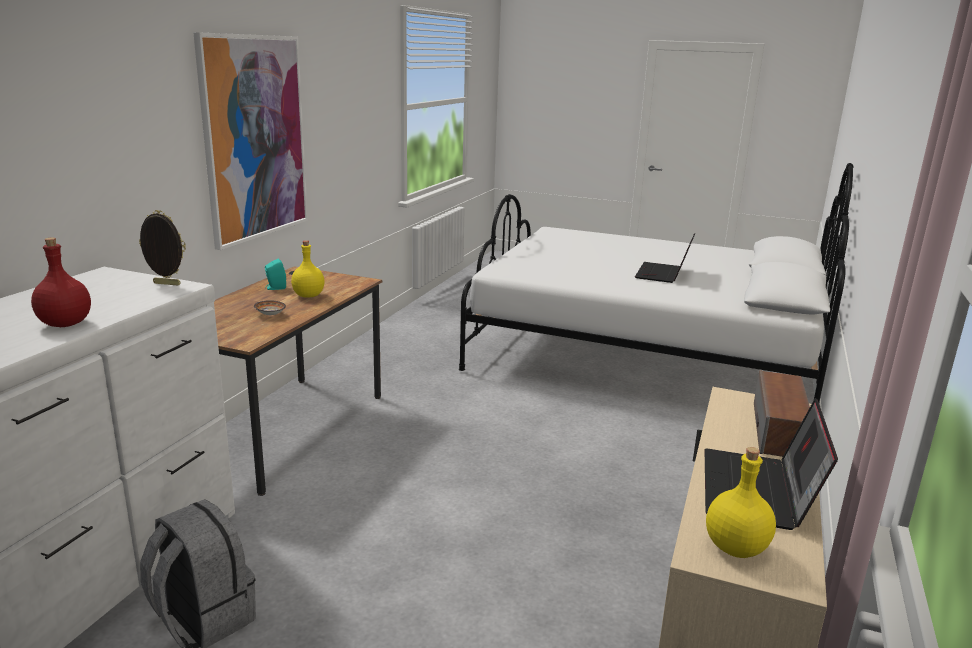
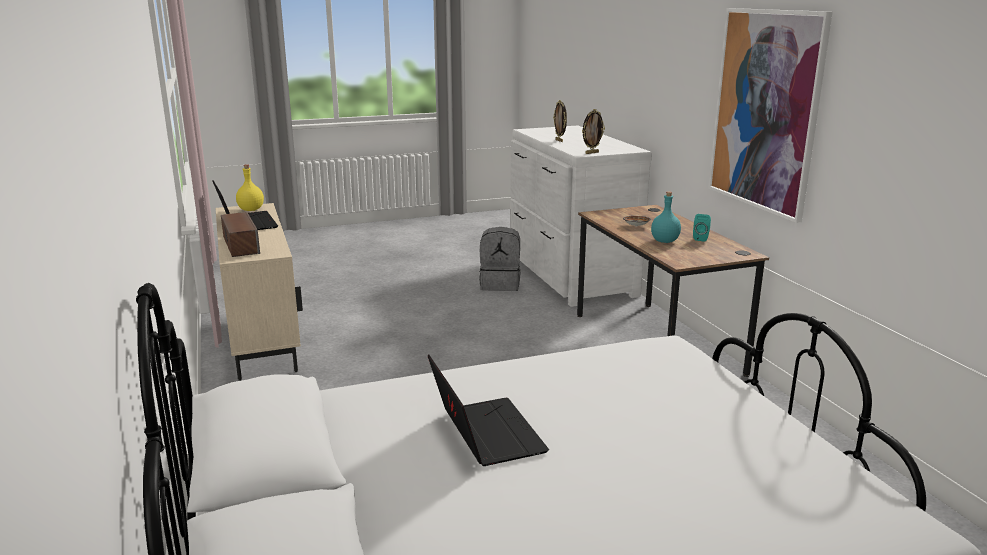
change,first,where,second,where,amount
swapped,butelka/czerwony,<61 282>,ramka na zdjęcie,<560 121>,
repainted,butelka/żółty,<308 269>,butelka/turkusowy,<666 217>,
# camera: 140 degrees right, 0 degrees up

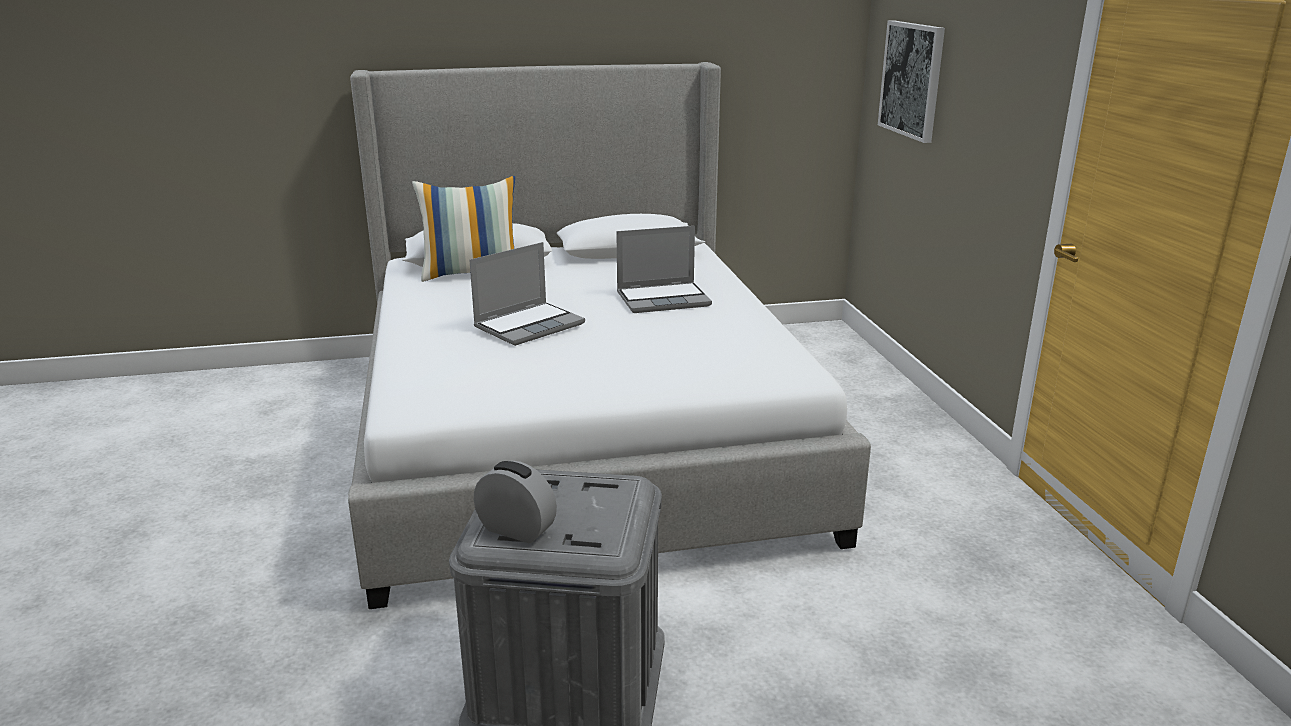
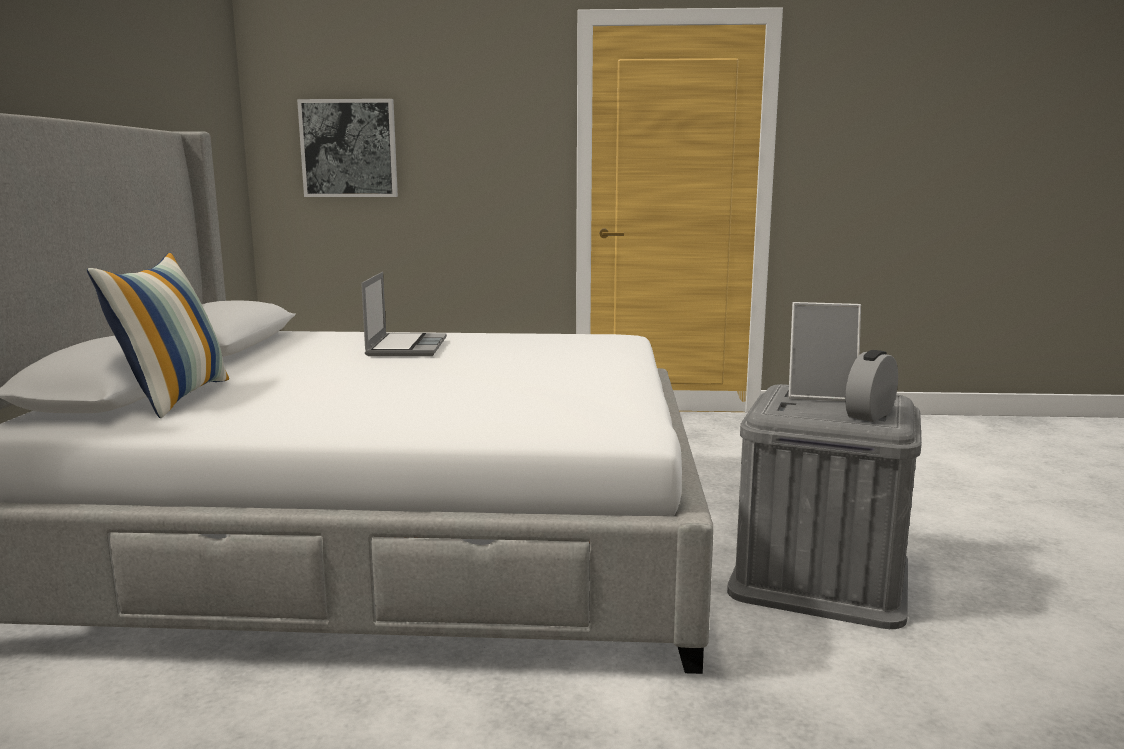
change,first,where,second,where,amount
new,,,ramka na zdjęcie,<824 351>,
gone,laptop,<527 294>,,,
# camera: 75 degrees left, 10 degrees down

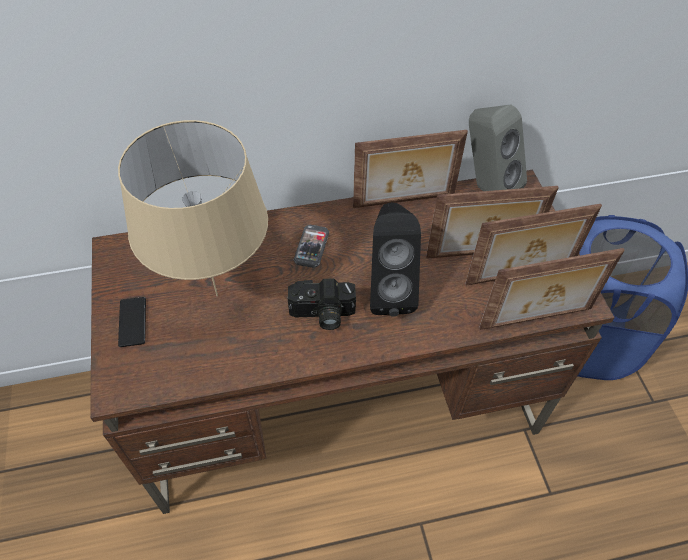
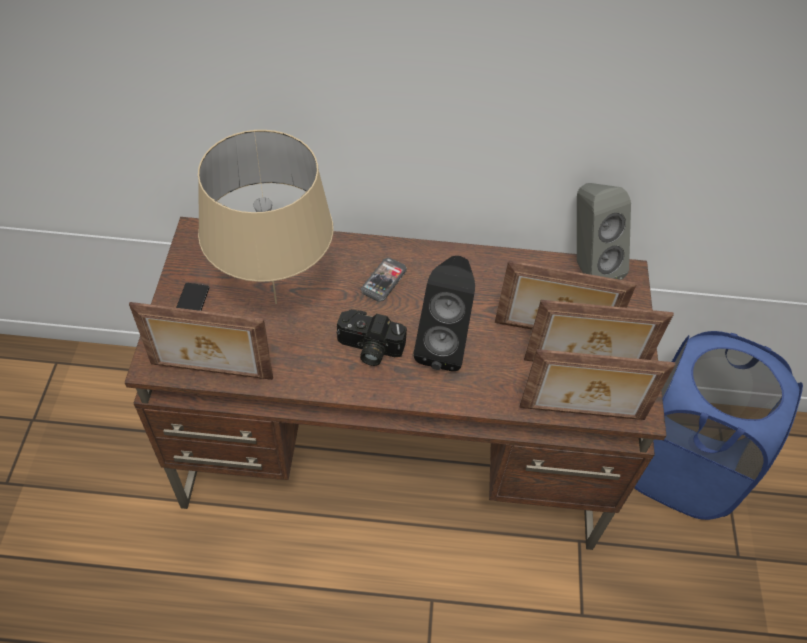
change,first,where,second,where,amount
shifted,ramka na zdjęcie,<410 169>,,<201 341>,
# camera: 15 degrees right, 0 degrees up

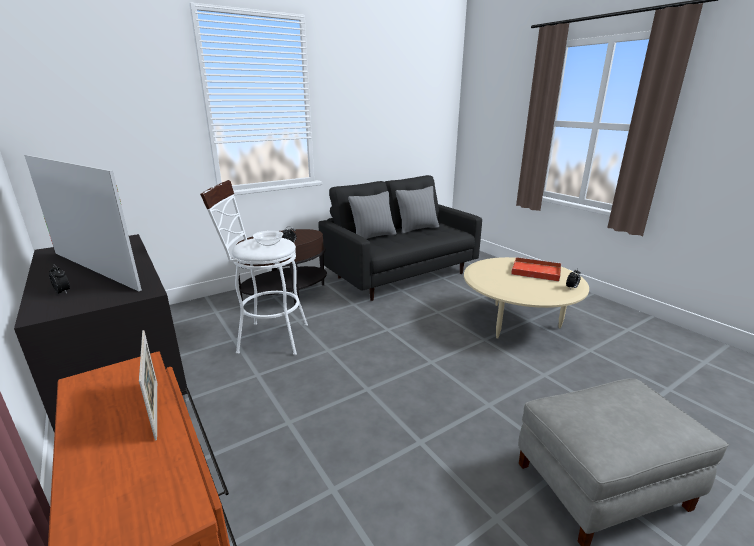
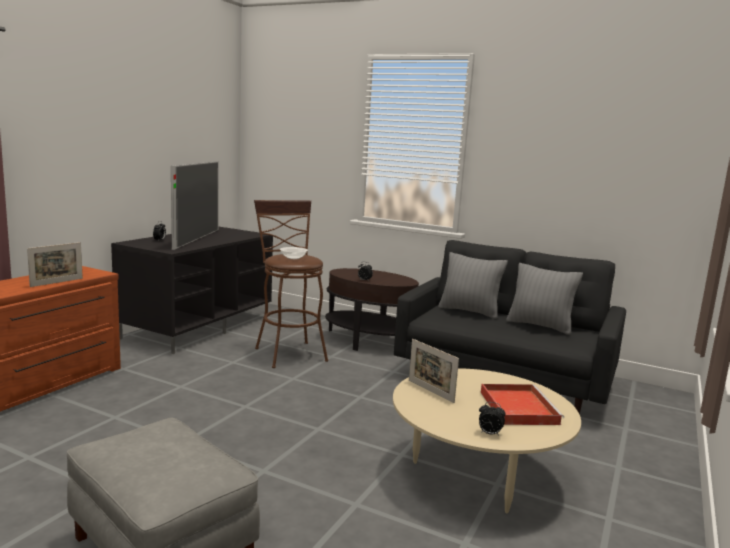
change,first,where,second,where,amount
repainted,stołek/biały,<254 267>,stołek/brązowy,<291 284>,
new,,,ramka na zdjęcie,<434 371>,
# camera: 60 degrees right, 10 degrees down

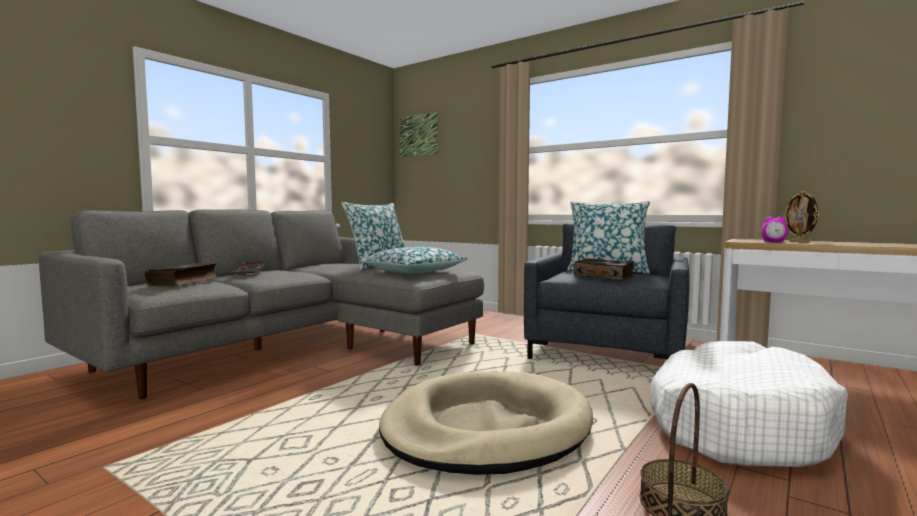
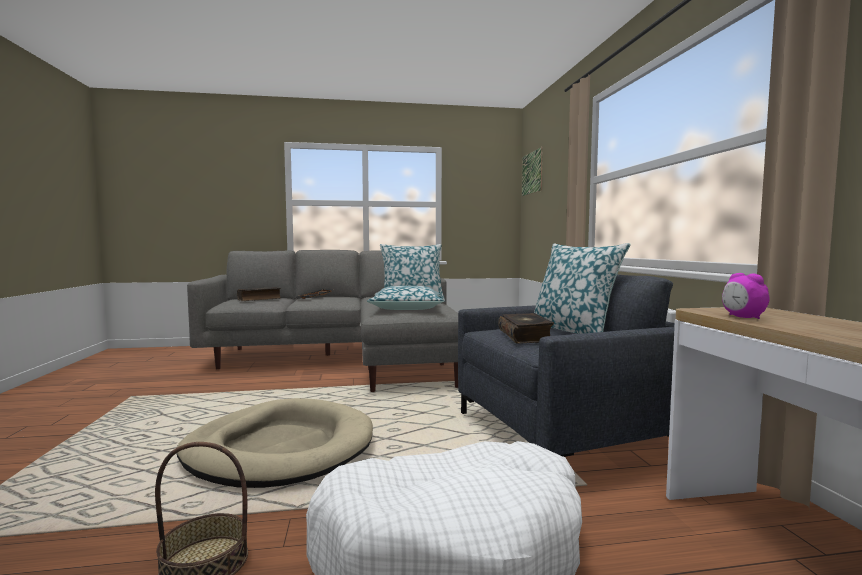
change,first,where,second,where,amount
gone,ramka na zdjęcie,<801 217>,,,
# camera: 45 degrees right, 0 degrees up

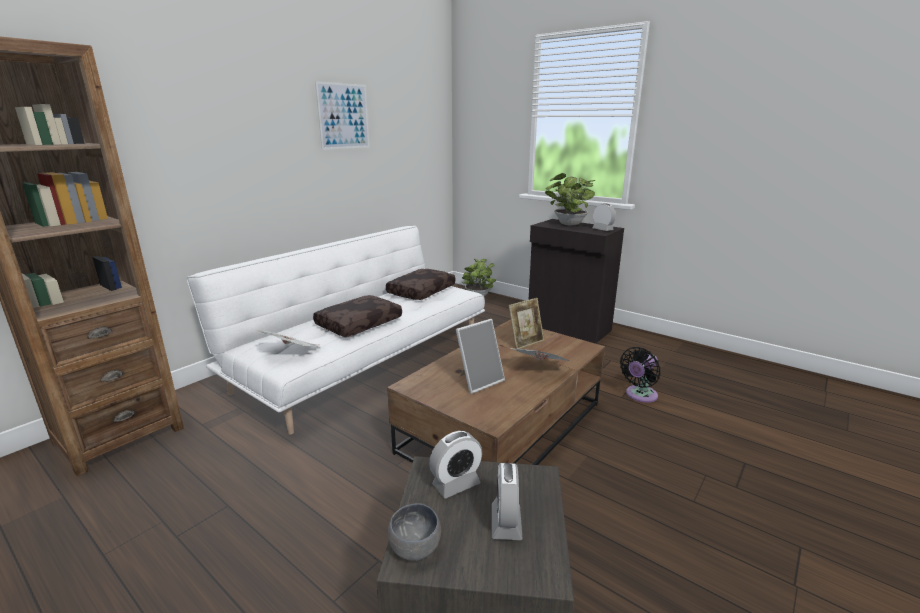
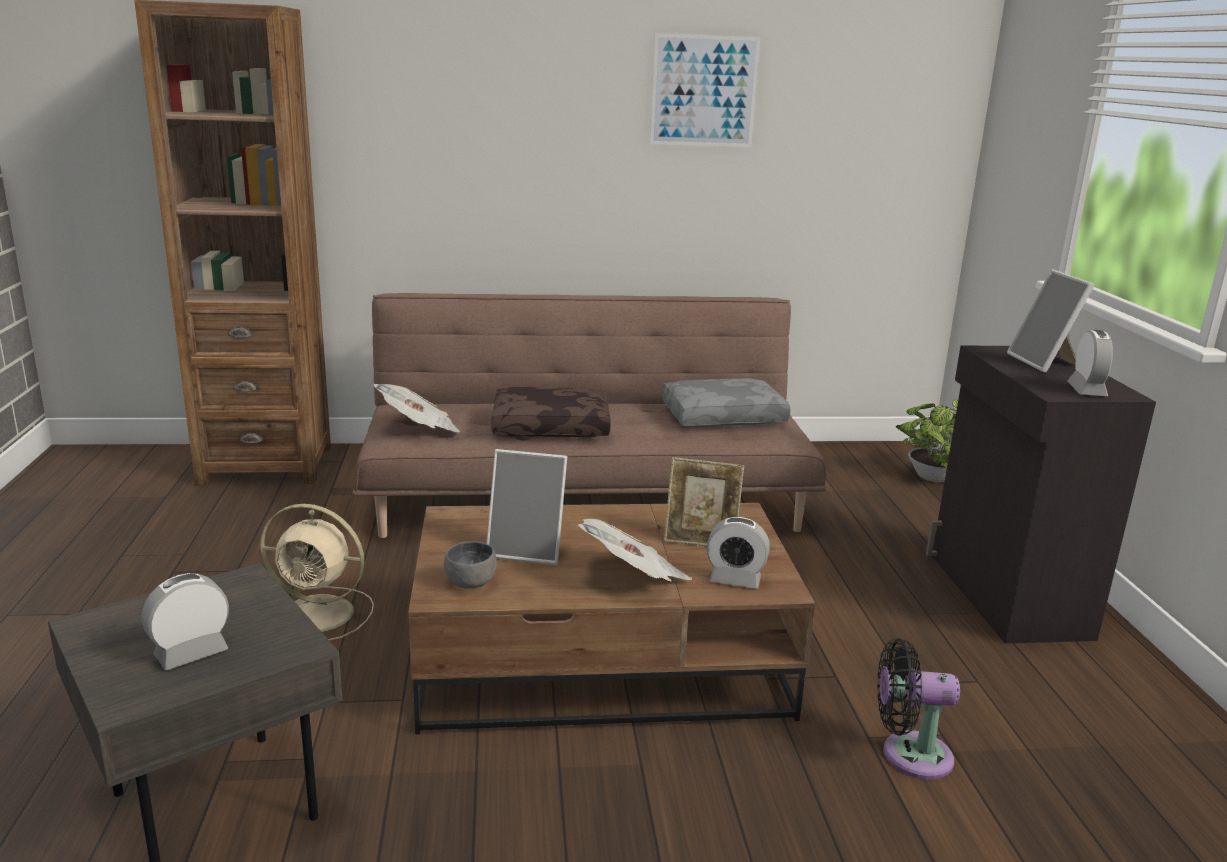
change,first,where,second,where,amount
new,,,wentylator/beżowy,<317 572>,
repainted,kanapa/biały,<336 330>,kanapa/brązowy,<589 415>,
shifted,miska/szary,<414 532>,,<470 565>,
repainted,poduszka/brązowy,<420 284>,poduszka/szary,<726 402>,
shifted,budzik,<455 464>,,<738 553>,
swapped,roślina doniczkowa,<570 199>,ramka na zdjęcie,<1050 321>,
# camera: 45 degrees right, 0 degrees up

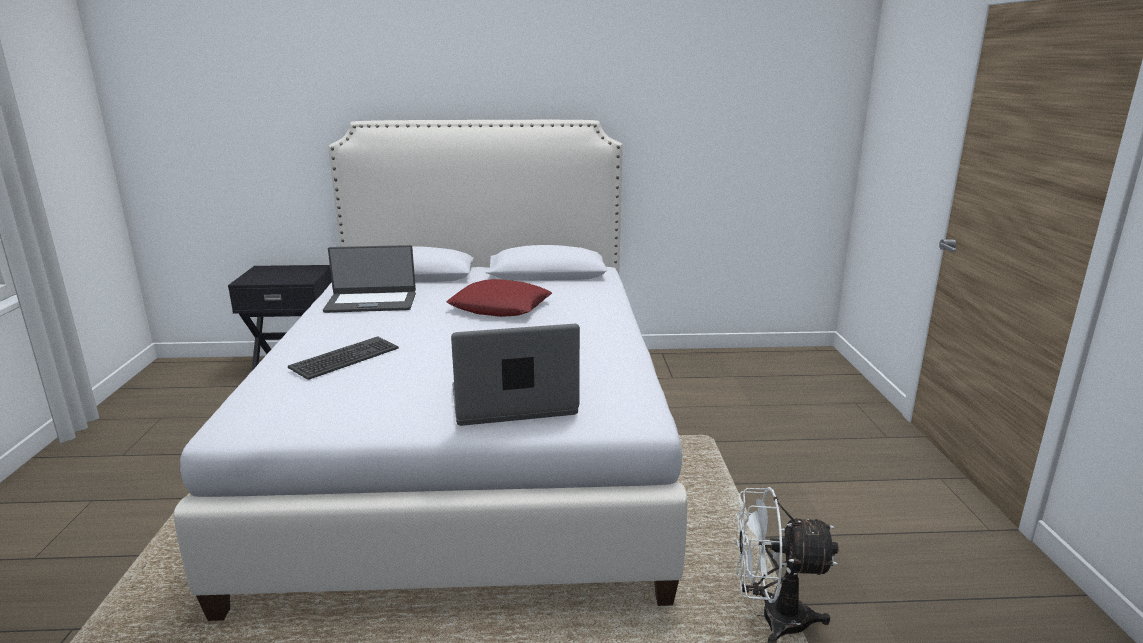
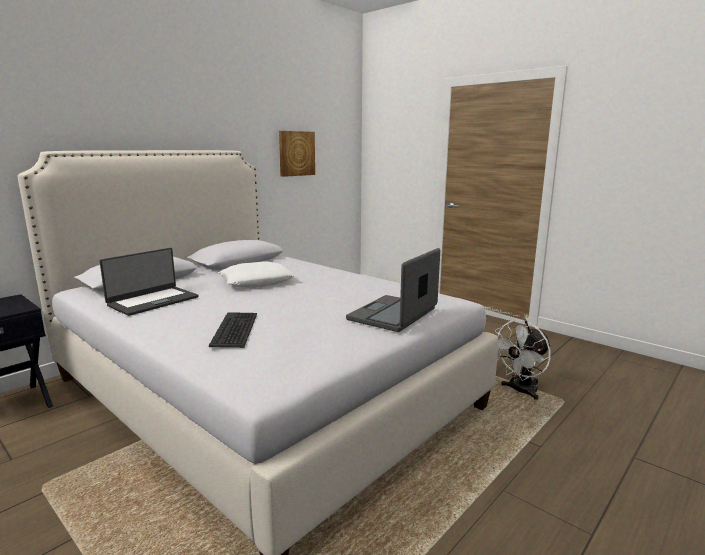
change,first,where,second,where,amount
repainted,poduszka/czerwony,<499 298>,poduszka/biały,<257 274>,
new,,,obraz,<297 154>,
# camera: 45 degrees left, 5 degrees down

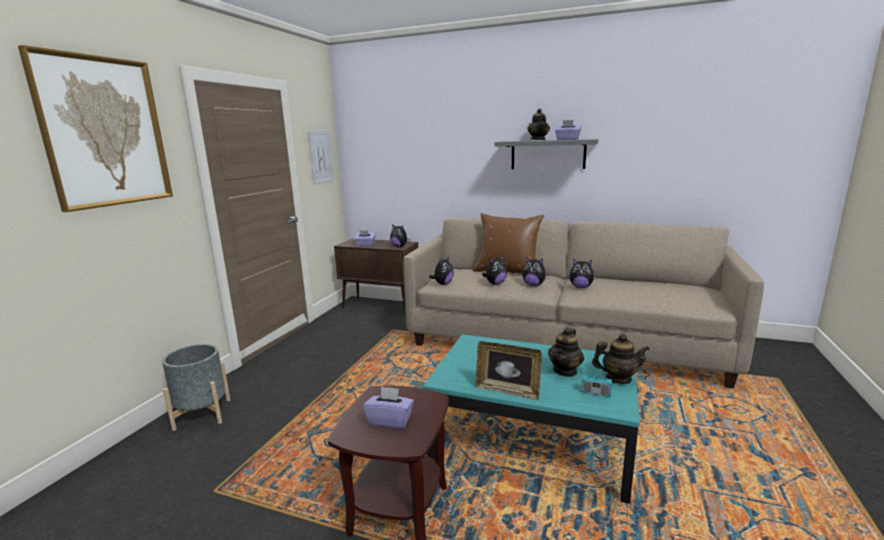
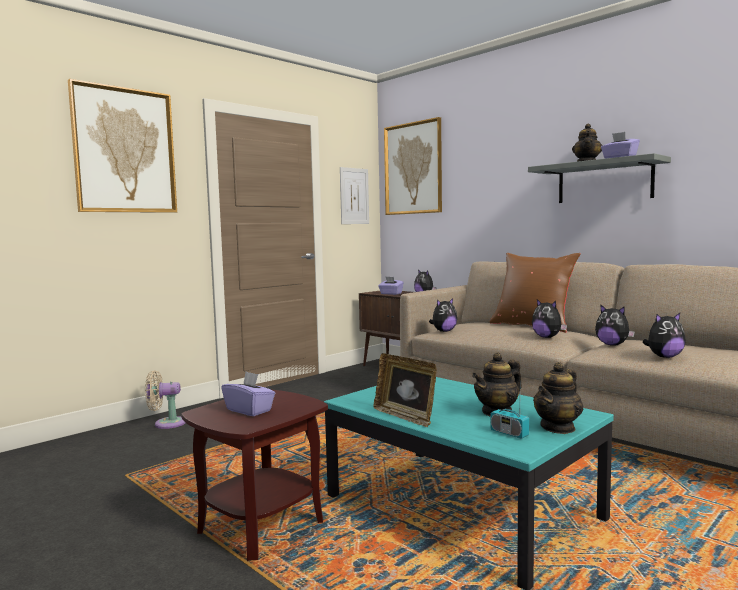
change,first,where,second,where,amount
swapped,donica/szary,<196 387>,wentylator/beżowy,<165 399>,
new,,,obraz,<413 166>,
rotated,imbryk,<621 358>,,<558 398>,105 degrees clockwise
shifted,pluszak,<494 270>,,<664 335>,
# camera: 25 degrees right, 10 degrees down

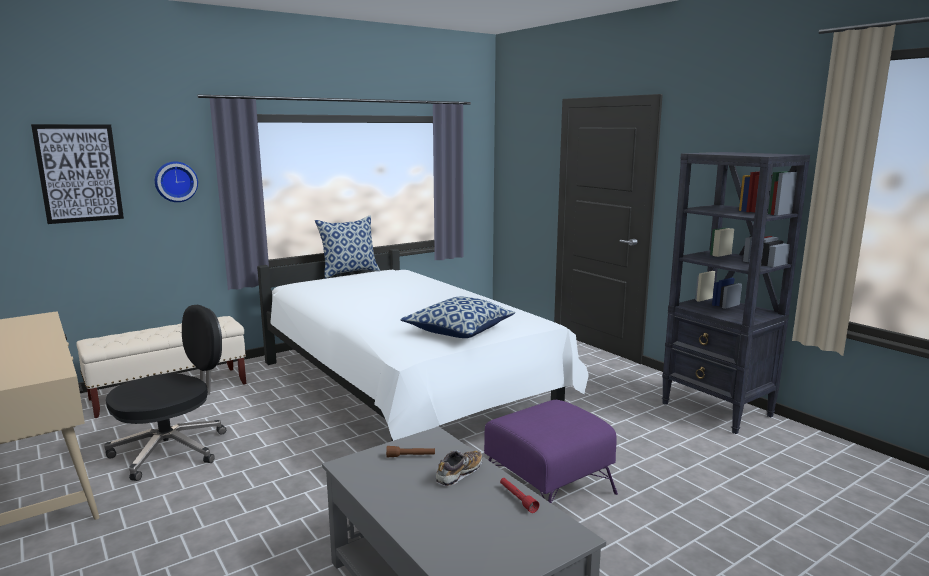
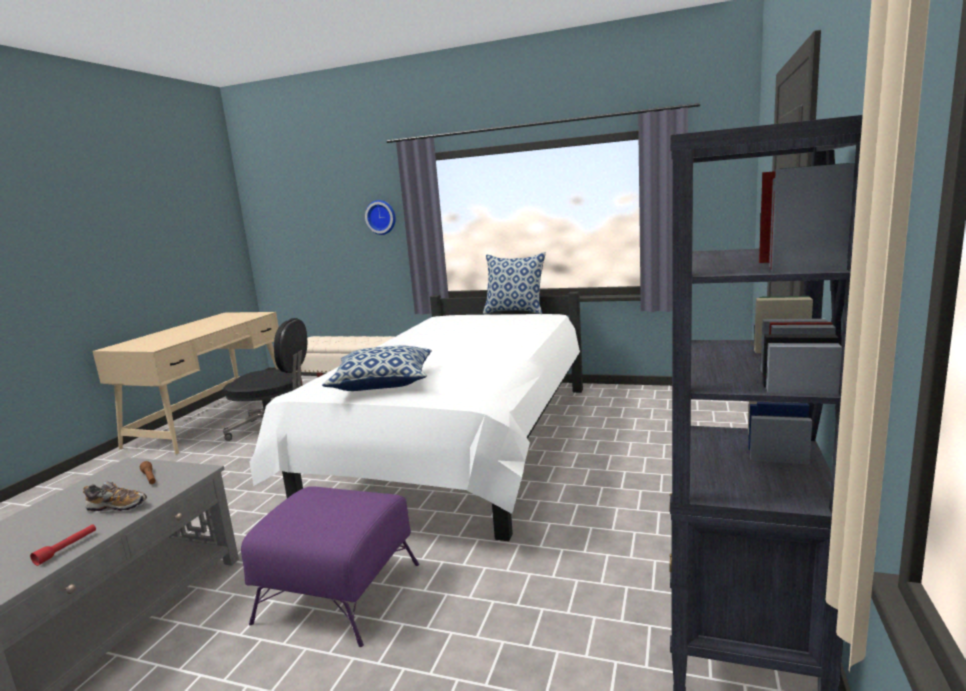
change,first,where,second,where,amount
gone,obraz,<77 174>,,,
# camera: 55 degrees right, 0 degrees up

